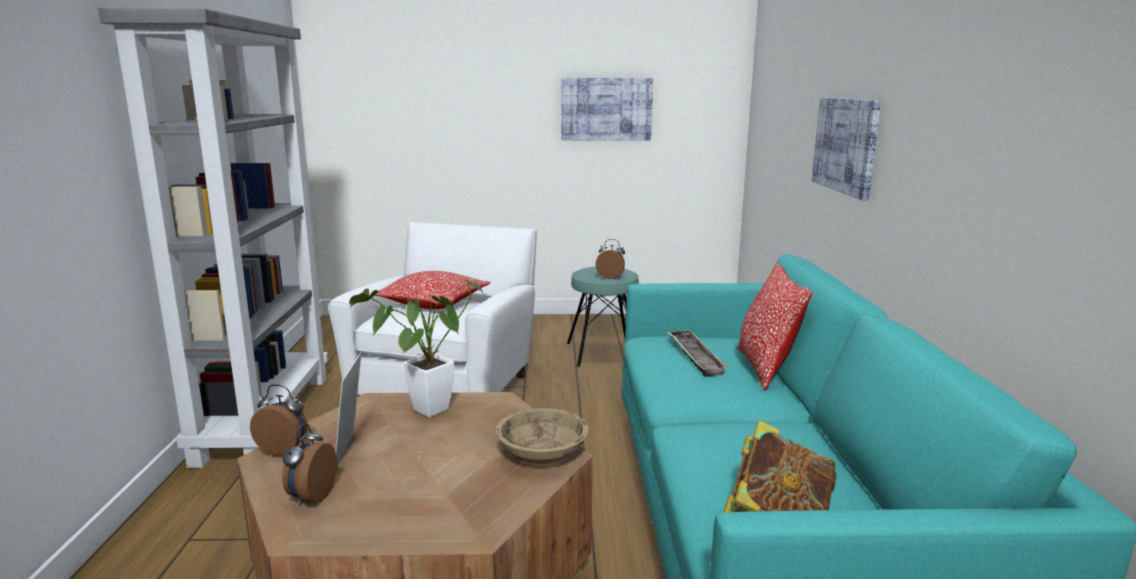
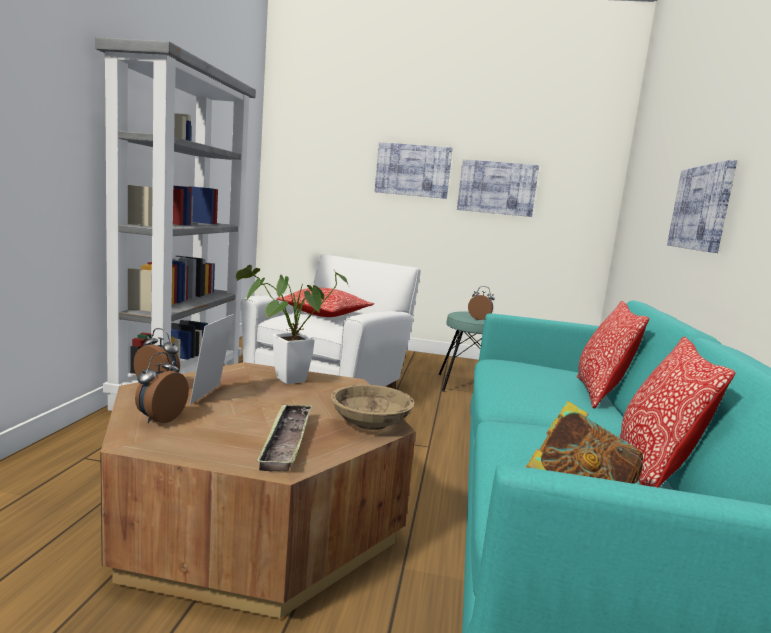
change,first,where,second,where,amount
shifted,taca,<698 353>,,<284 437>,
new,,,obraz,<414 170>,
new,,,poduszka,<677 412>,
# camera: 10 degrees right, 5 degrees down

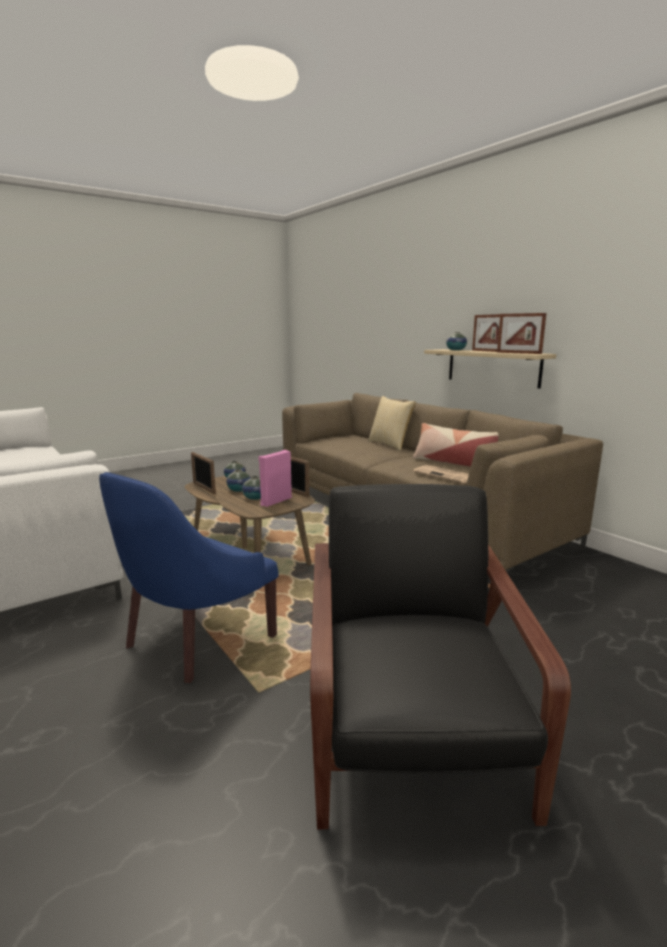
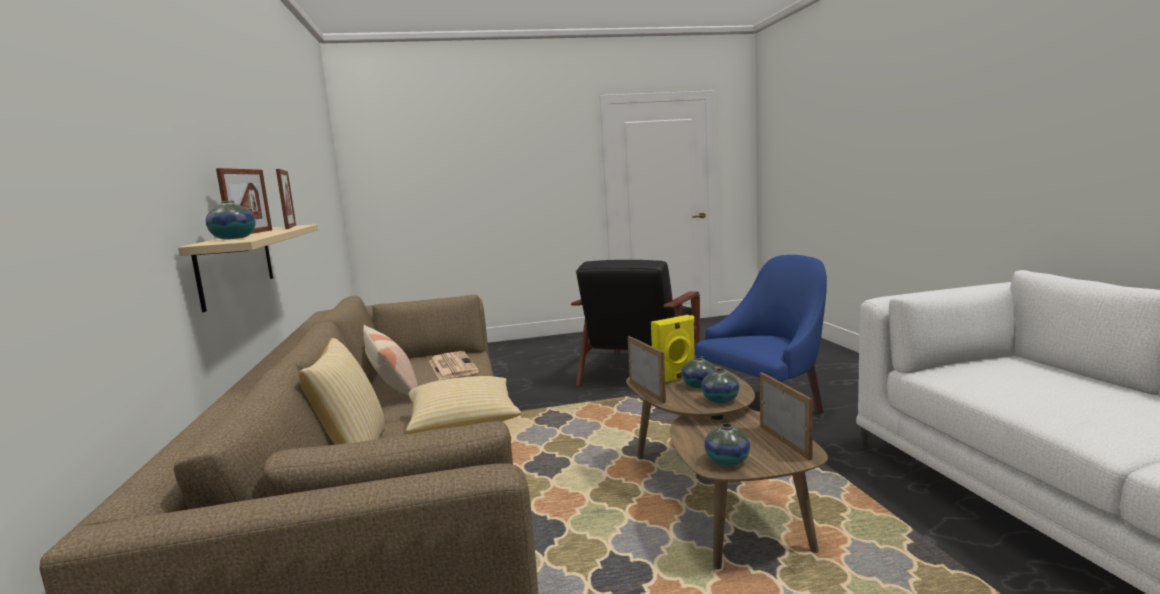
change,first,where,second,where,amount
new,,,poduszka,<463 405>,
repainted,głośnik/różowy,<275 478>,głośnik/żółty,<673 349>,
# camera: 155 degrees left, 5 degrees down

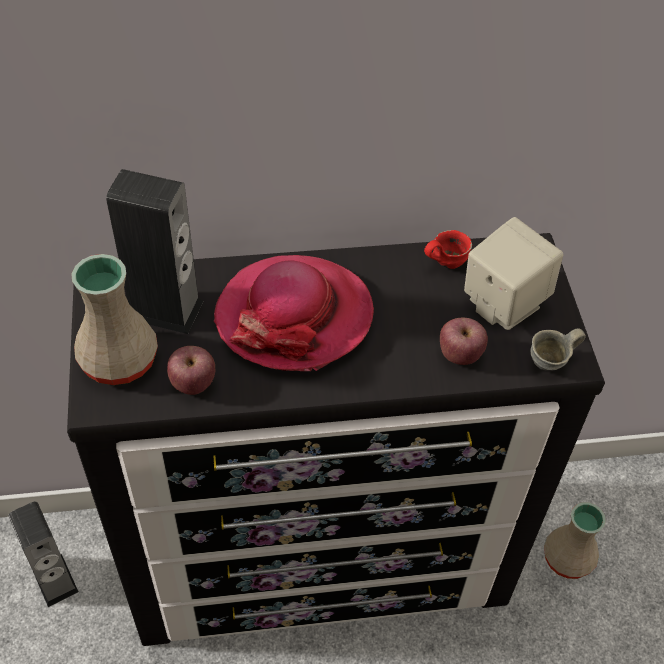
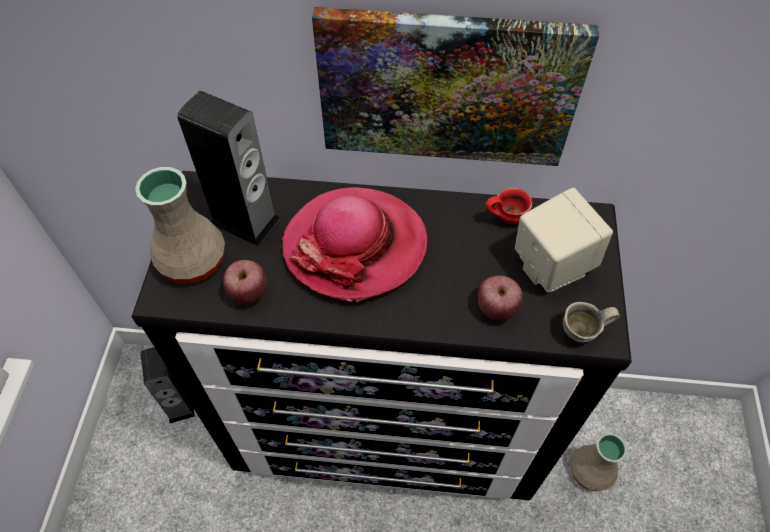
change,first,where,second,where,amount
new,,,obraz,<455 86>,
# camera: 15 degrees right, 5 degrees up

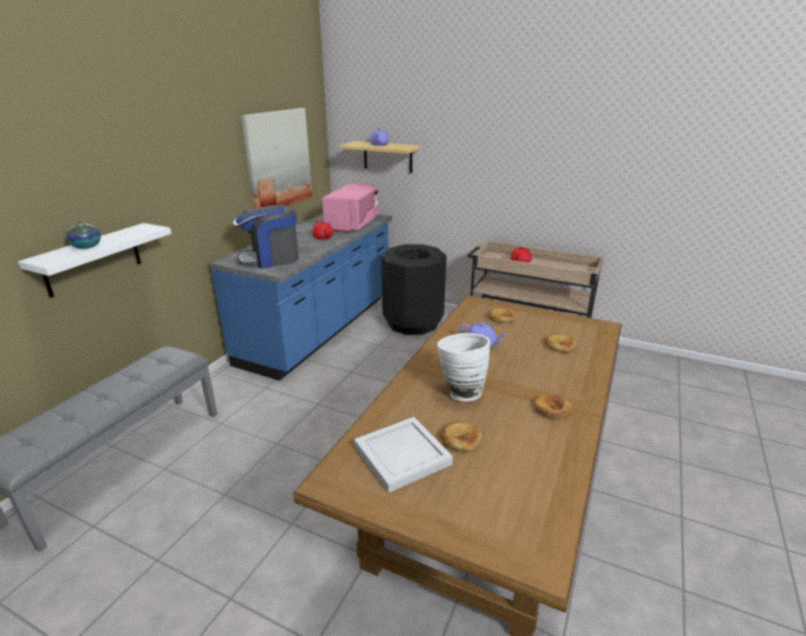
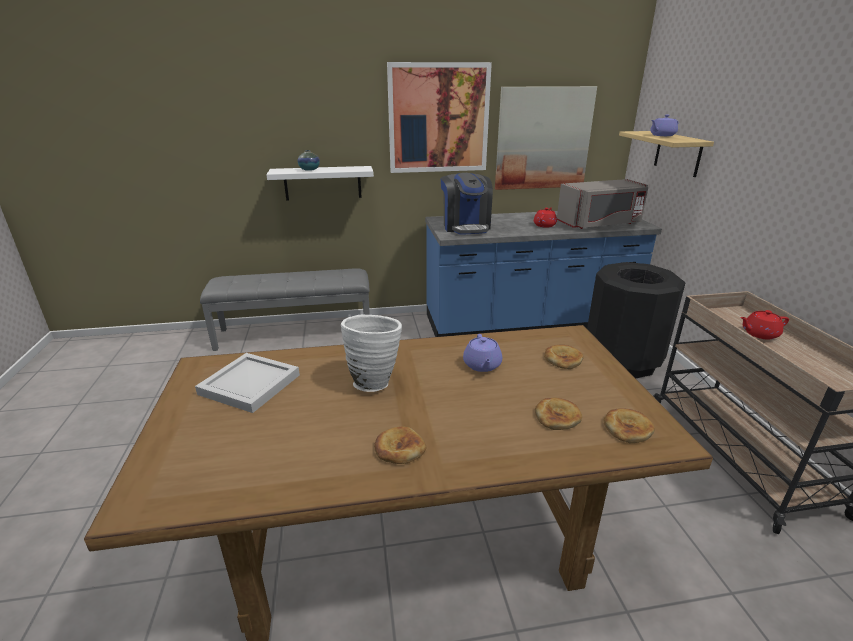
change,first,where,second,where,amount
new,,,obraz,<439 117>,
rotated,ekspres do kawy,<266 237>,,<467 204>,135 degrees counterclockwise
repainted,mikrofalówka/różowy,<350 207>,mikrofalówka/szary,<602 204>,
shifted,chleb,<461 436>,,<629 425>,
# camera: 55 degrees right, 0 degrees up

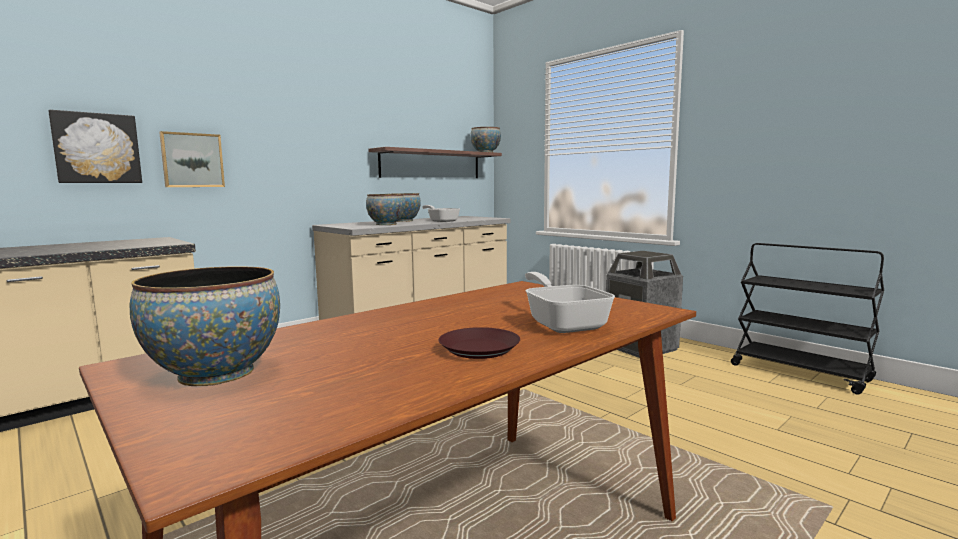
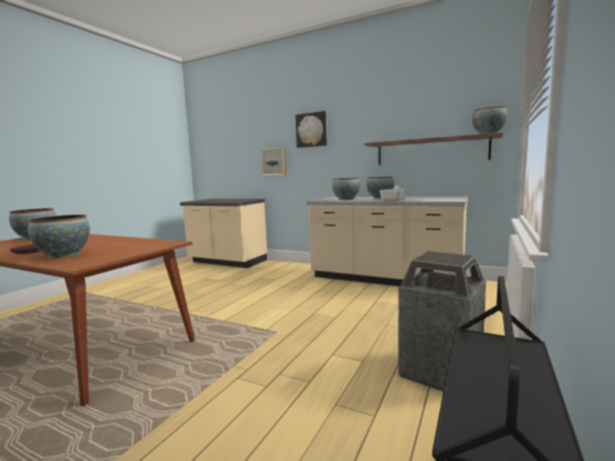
change,first,where,second,where,amount
swapped,patelnia,<570 302>,miska,<59 236>,
shifted,obraz,<95 146>,,<311 129>,
# camera: 70 degrees right, 0 degrees up

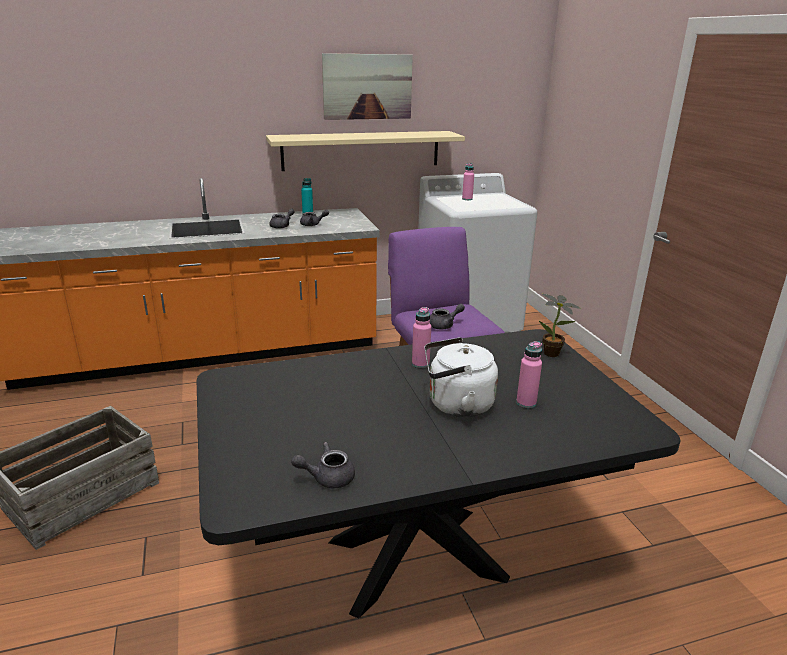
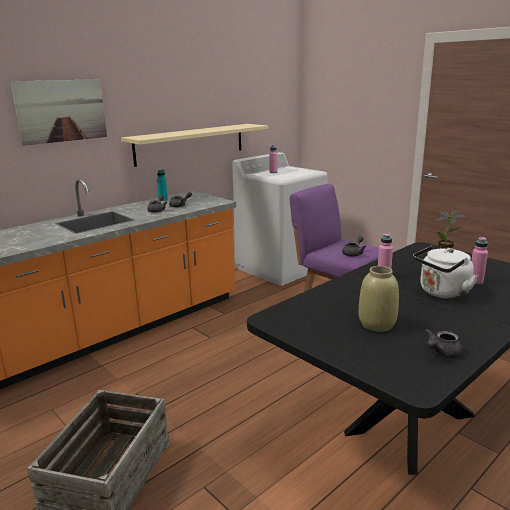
change,first,where,second,where,amount
shifted,obraz,<367 86>,,<59 112>,
new,,,wazon/beżowy,<379 299>,
# camera: 25 degrees left, 5 degrees down

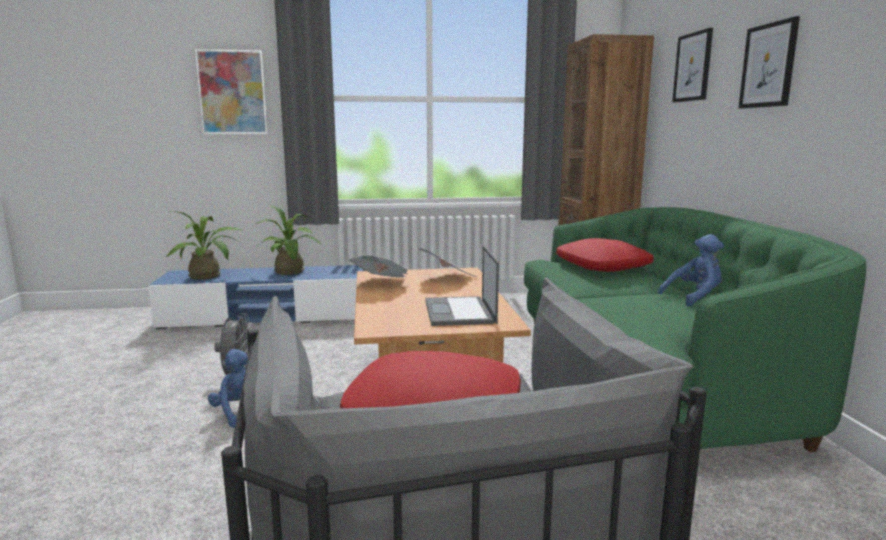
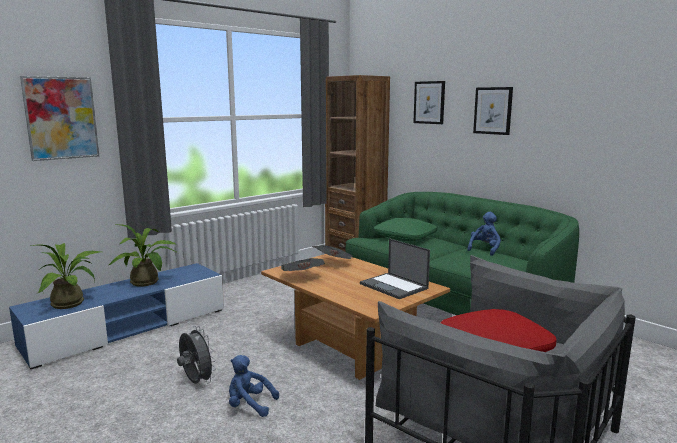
change,first,where,second,where,amount
repainted,poduszka/czerwony,<605 255>,poduszka/zielony,<405 229>,
# camera: 35 degrees left, 0 degrees up

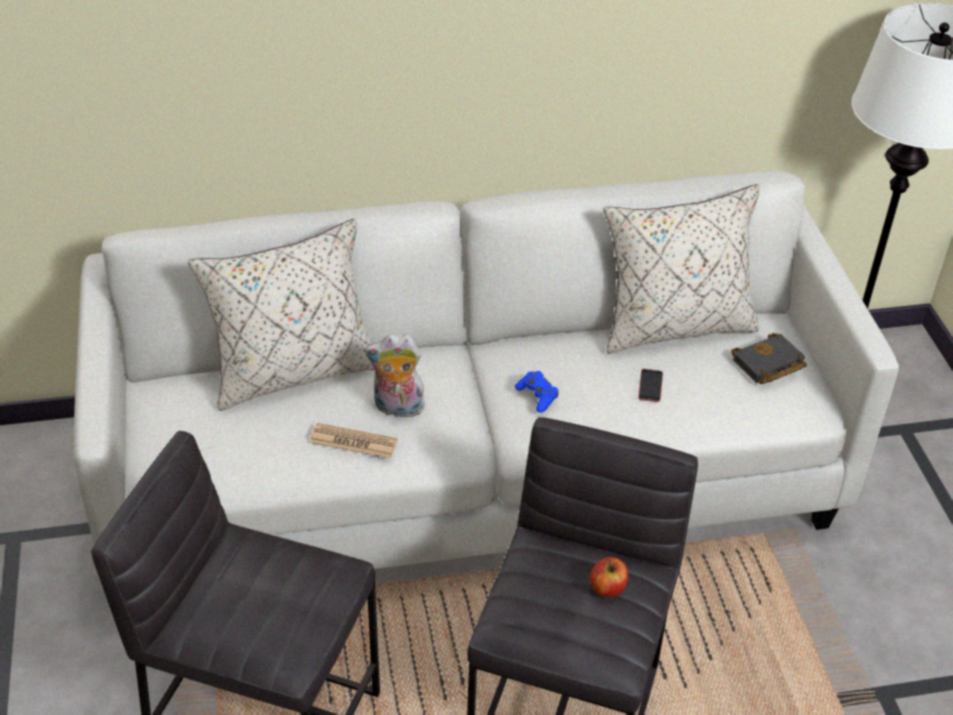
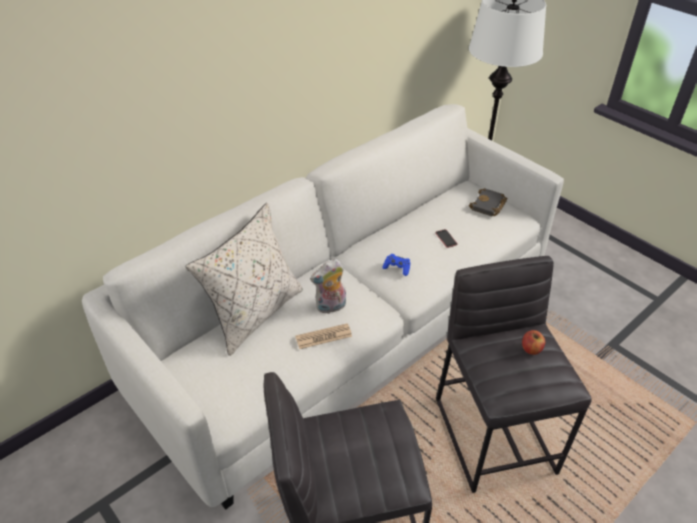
change,first,where,second,where,amount
gone,poduszka/beżowy,<682 269>,,,
# camera: 30 degrees left, 0 degrees up

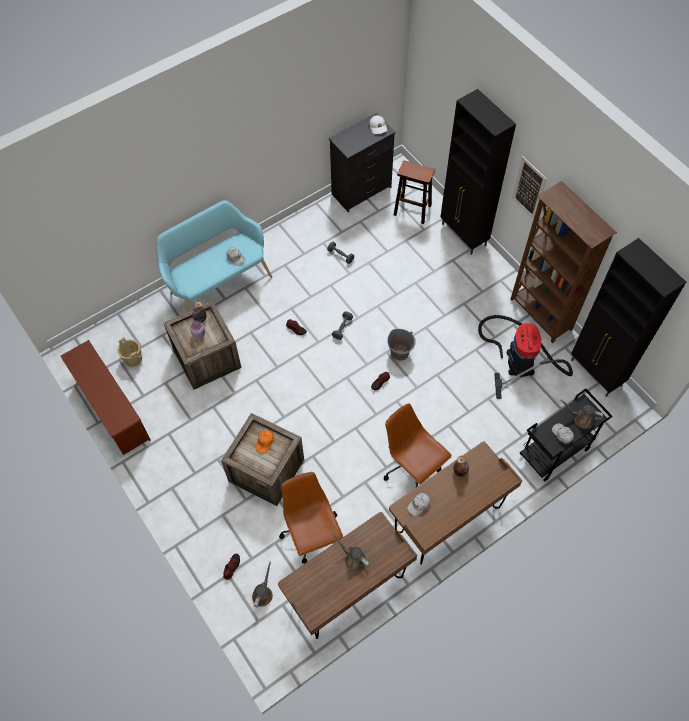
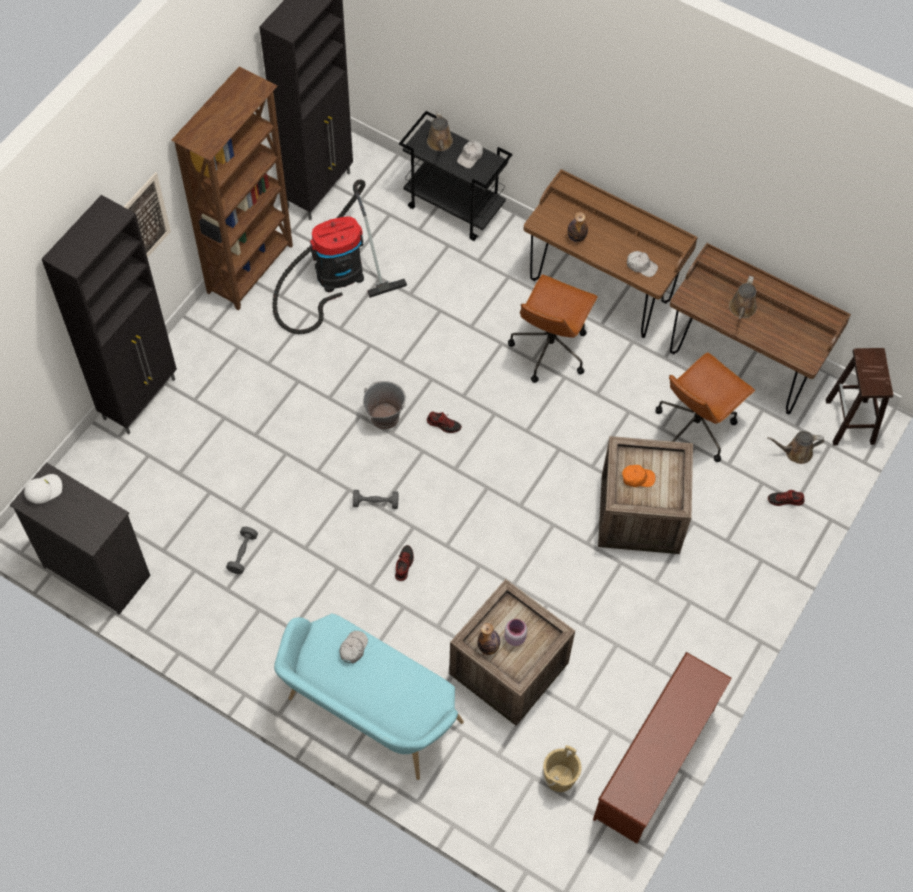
change,first,where,second,where,amount
shifted,stołek/brązowy,<414 192>,,<859 396>,
# camera: 115 degrees left, 0 degrees up

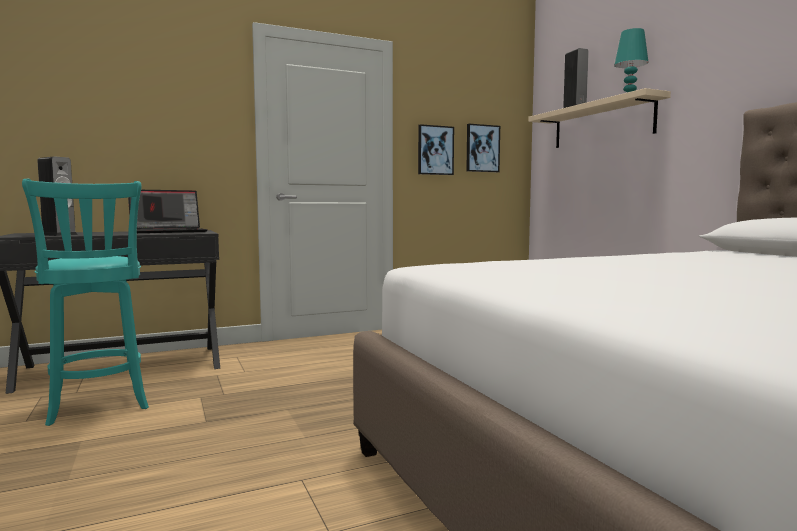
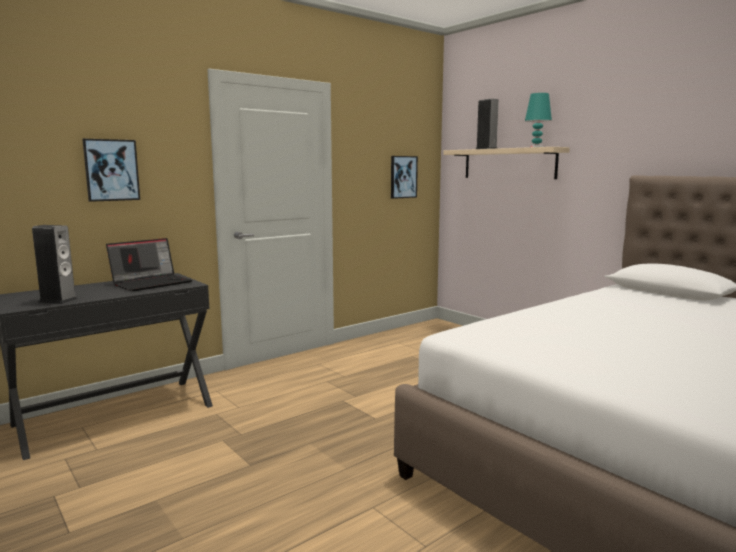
change,first,where,second,where,amount
shifted,obraz,<436 149>,,<111 170>,
gone,stołek/turkusowy,<85 302>,,,
# camera: 15 degrees left, 5 degrees up

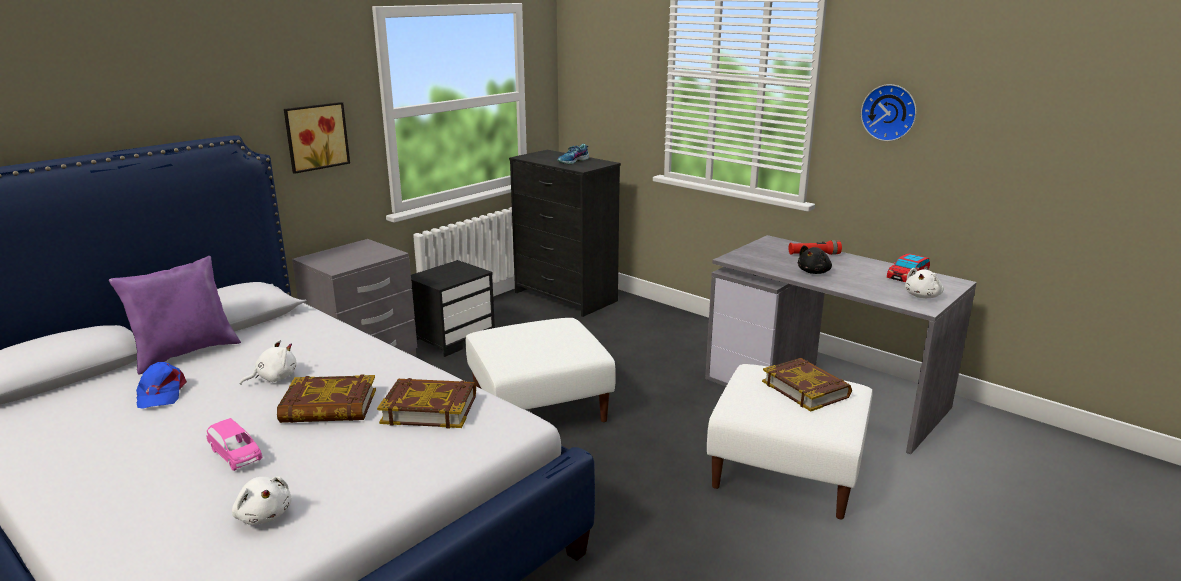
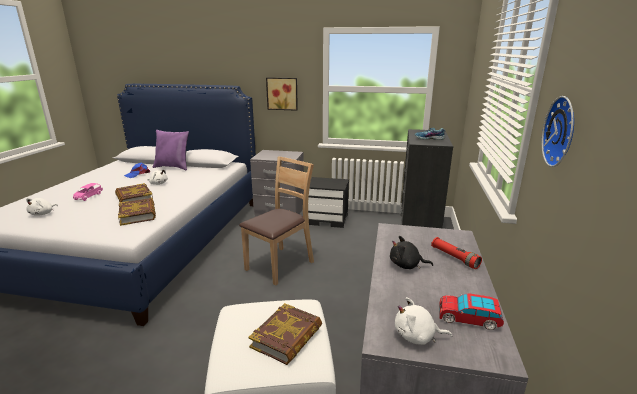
change,first,where,second,where,amount
swapped,pufa/biały,<541 370>,krzesło/brązowy,<276 221>,
# camera: 60 degrees right, 0 degrees up

